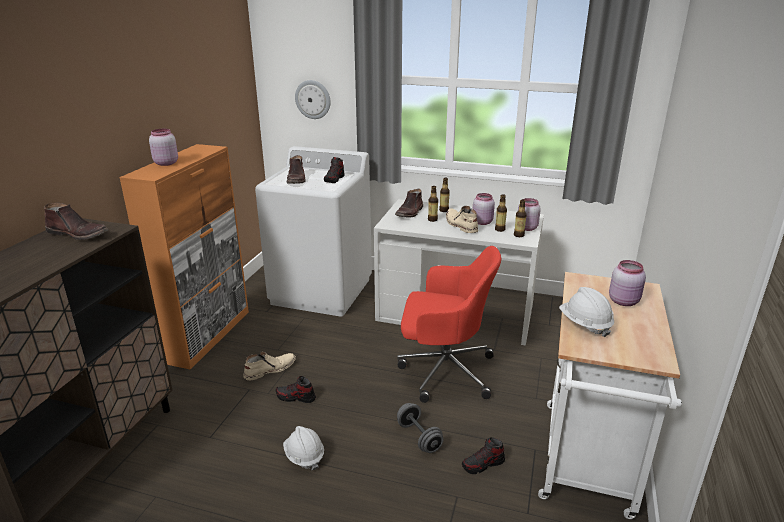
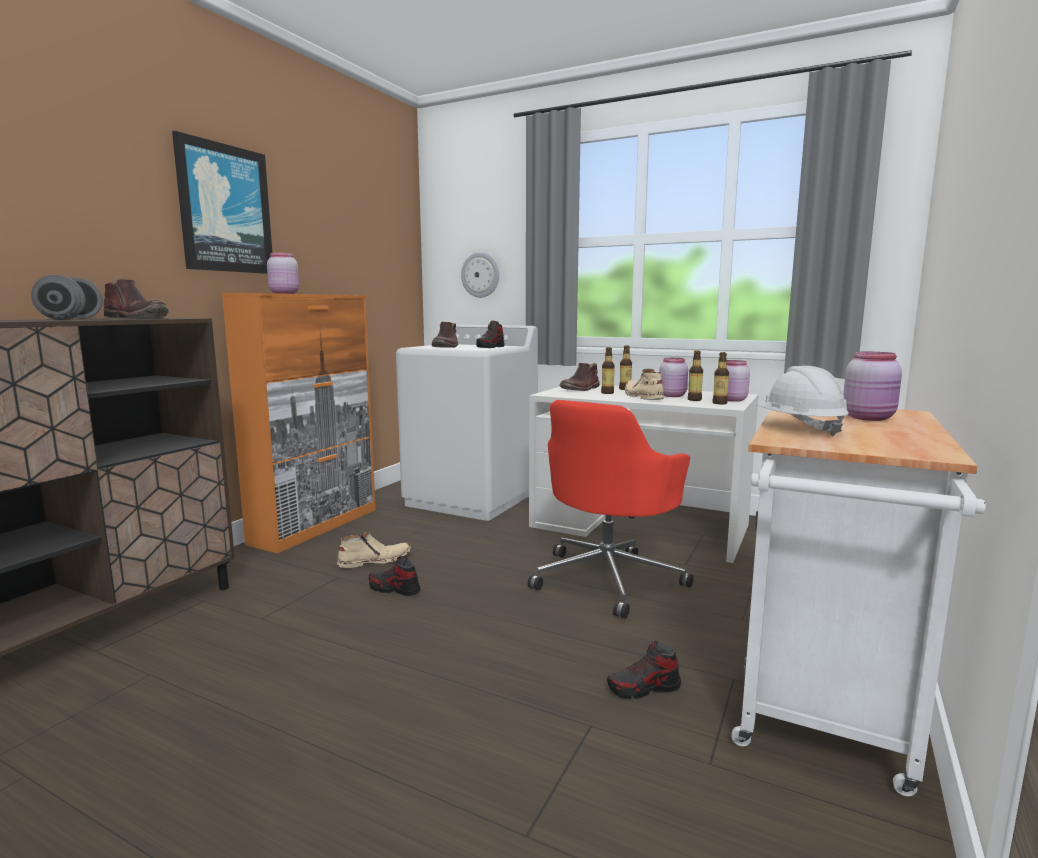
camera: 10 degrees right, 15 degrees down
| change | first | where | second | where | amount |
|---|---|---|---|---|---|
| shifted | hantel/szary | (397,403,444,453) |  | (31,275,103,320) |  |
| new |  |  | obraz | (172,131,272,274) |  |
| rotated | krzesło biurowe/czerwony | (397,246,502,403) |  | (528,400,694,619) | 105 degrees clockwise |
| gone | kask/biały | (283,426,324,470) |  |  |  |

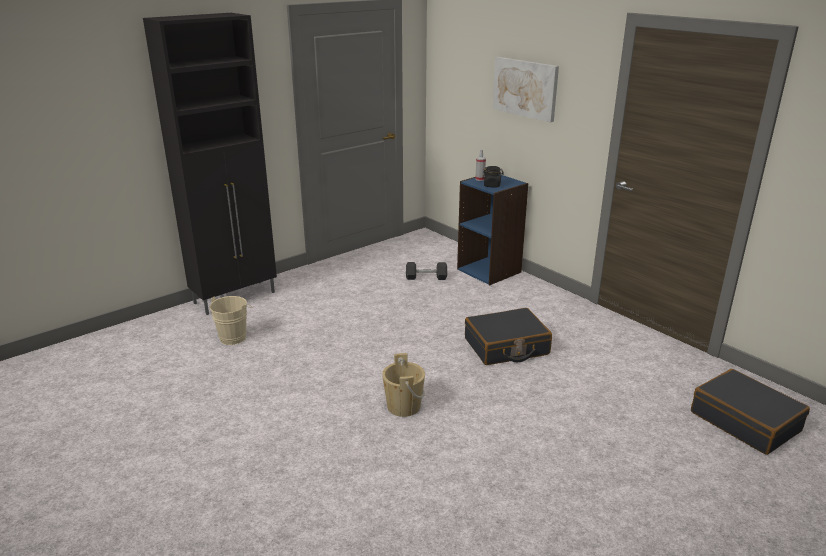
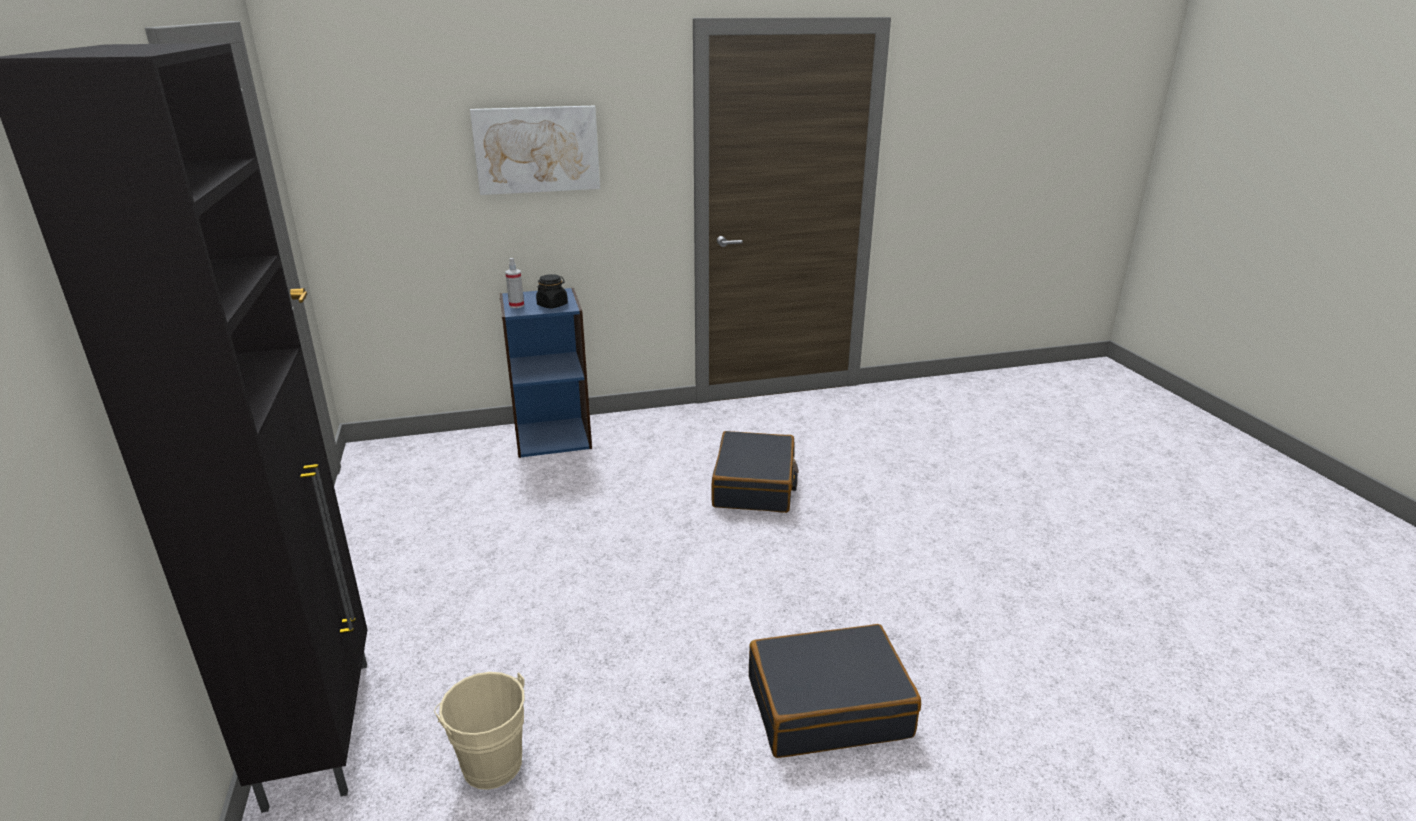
camera: 65 degrees left, 0 degrees up
| change | first | where | second | where | amount |
|---|---|---|---|---|---|
| shifted | walizka/czarny | (691,369,810,455) |  | (749,624,921,758) |  |
| gone | wiadro/beżowy | (382,353,425,417) |  |  |  |
| gone | hantel/czarny | (406,262,447,280) |  |  |  |

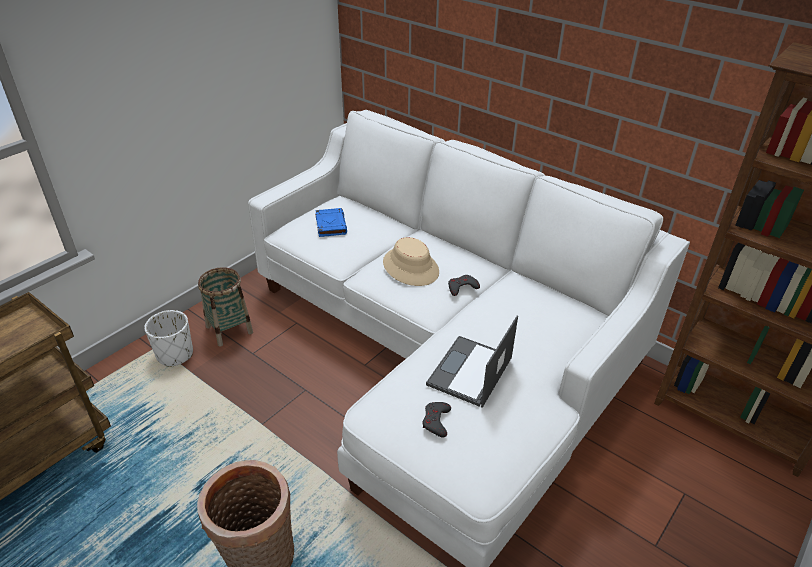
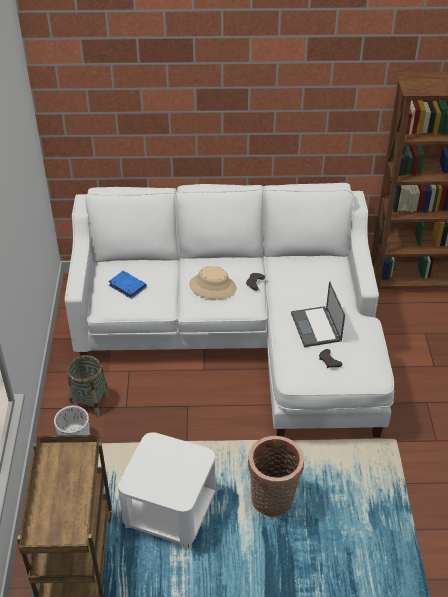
camera: 40 degrees left, 5 degrees up
| change | first | where | second | where | amount |
|---|---|---|---|---|---|
| new |  |  | stolik/biały | (118,432,216,548) |  |

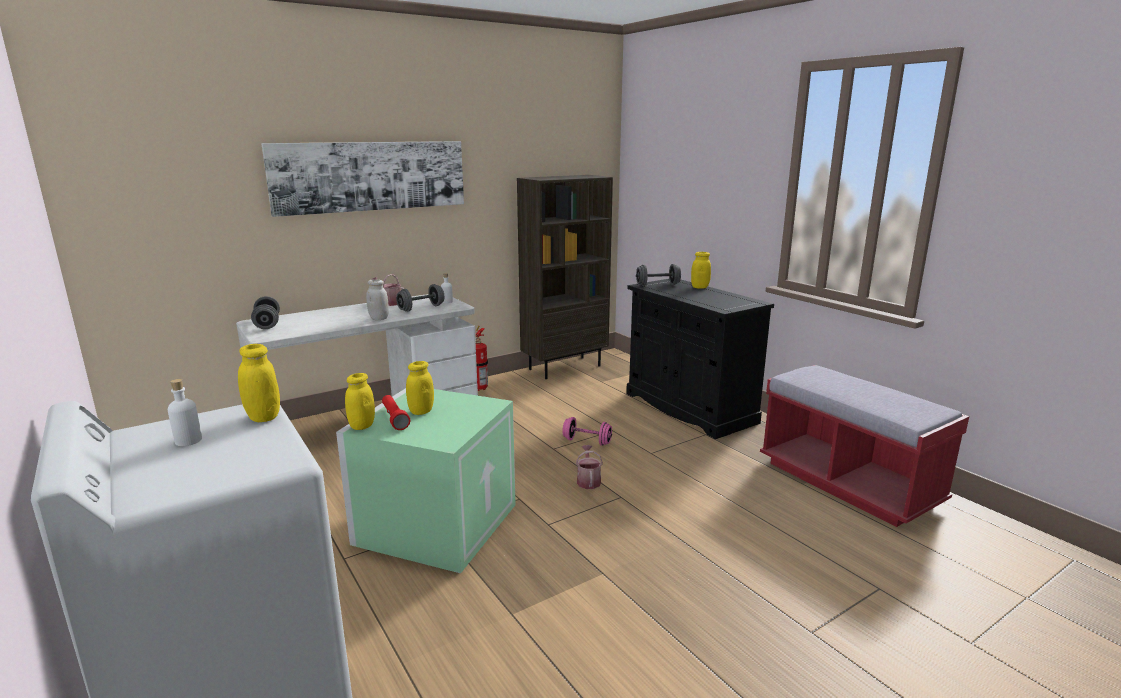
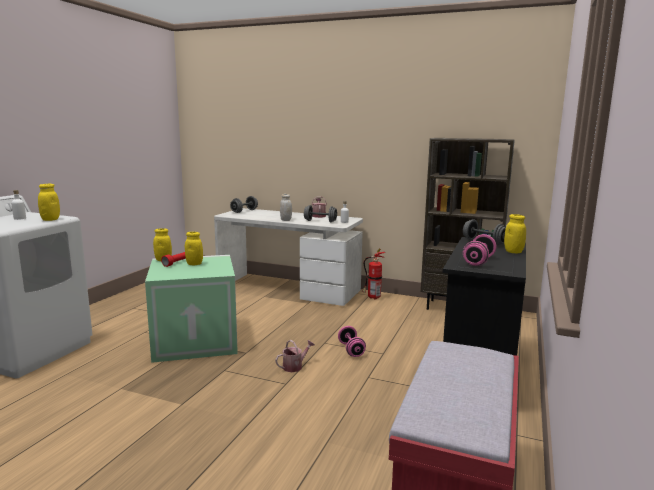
camera: 55 degrees right, 5 degrees down
| change | first | where | second | where | amount |
|---|---|---|---|---|---|
| new |  |  | hantel/różowy | (463,234,496,266) |  |
| gone | obraz | (261,141,464,217) |  |  |  |

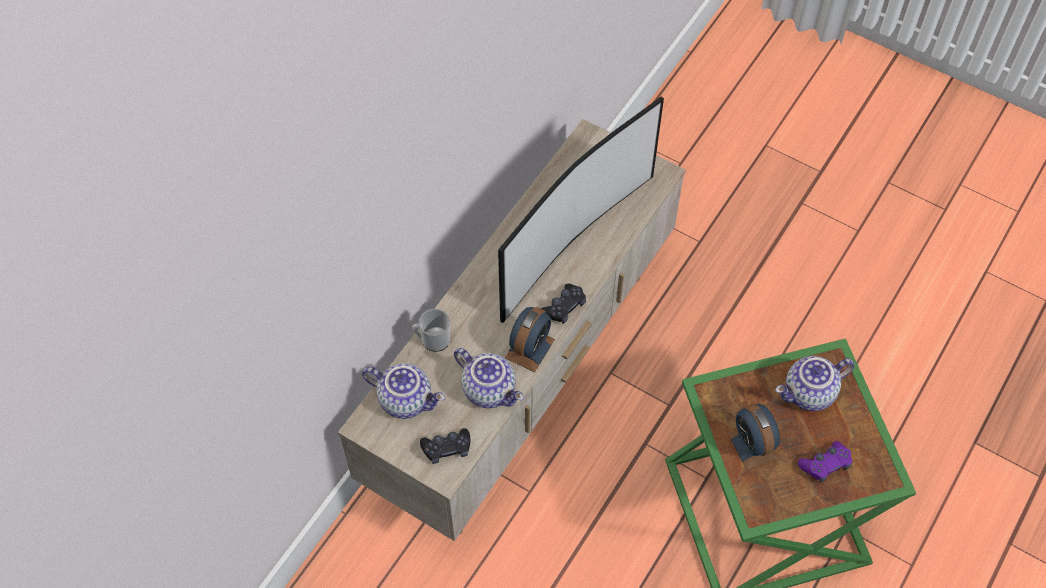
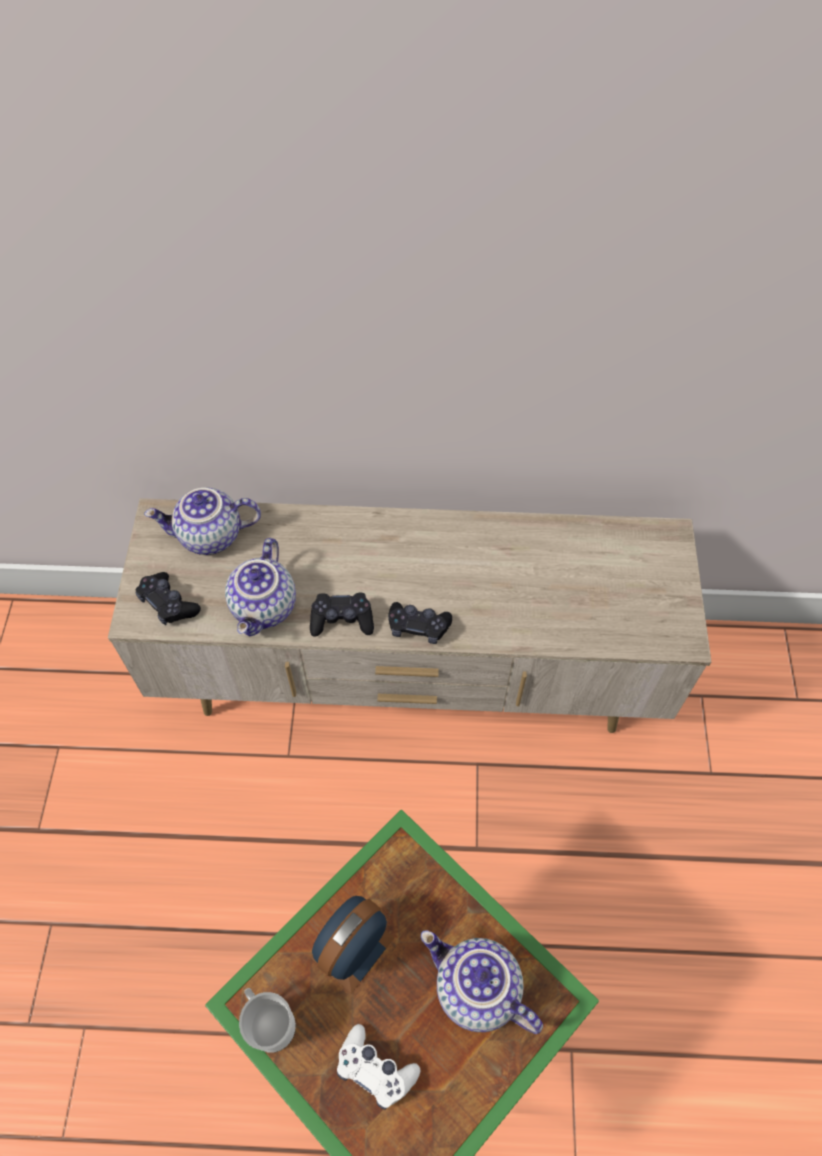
camera: 60 degrees right, 0 degrees up
| change | first | where | second | where | amount |
|---|---|---|---|---|---|
| rotated | imbryk | (362,363,445,419) |  | (144,487,261,555) | 90 degrees clockwise |
| shifted | kubek | (412,309,450,352) |  | (239,988,296,1053) |  |
| swapped | budzik | (505,307,555,372) | pad do gier/czarny | (310,593,374,637) |  |
| repainted | pad do gier/fioletowy | (798,441,852,482) | pad do gier/biały | (337,1024,420,1110) |  |
| gone | telewizor | (498,97,664,323) |  |  |  |

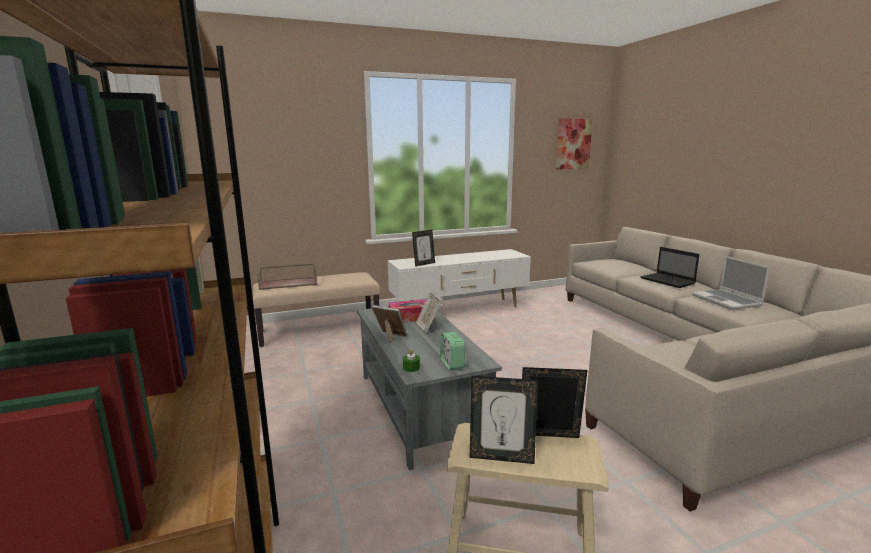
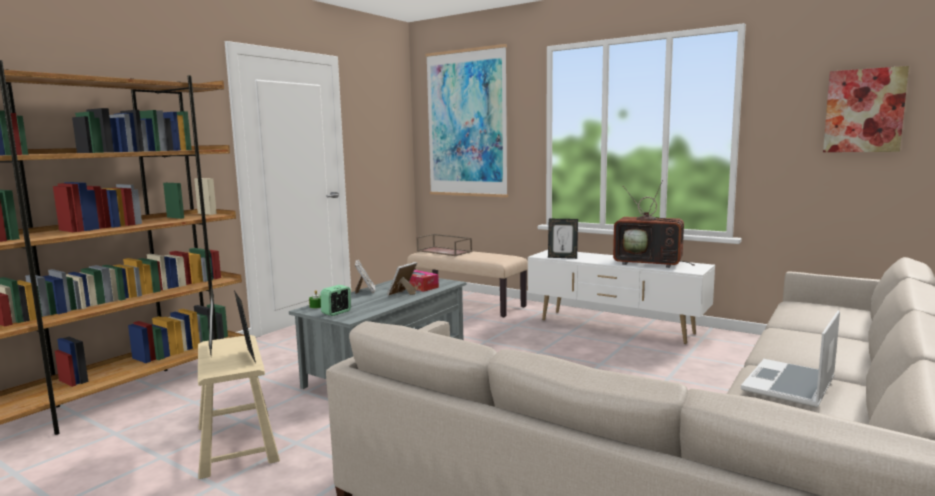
camera: 55 degrees right, 5 degrees down
| change | first | where | second | where | amount |
|---|---|---|---|---|---|
| new |  |  | obraz | (425,44,508,197) |  |
| new |  |  | telewizor | (613,180,695,268) |  |
| gone | laptop | (640,247,700,288) |  |  |  |

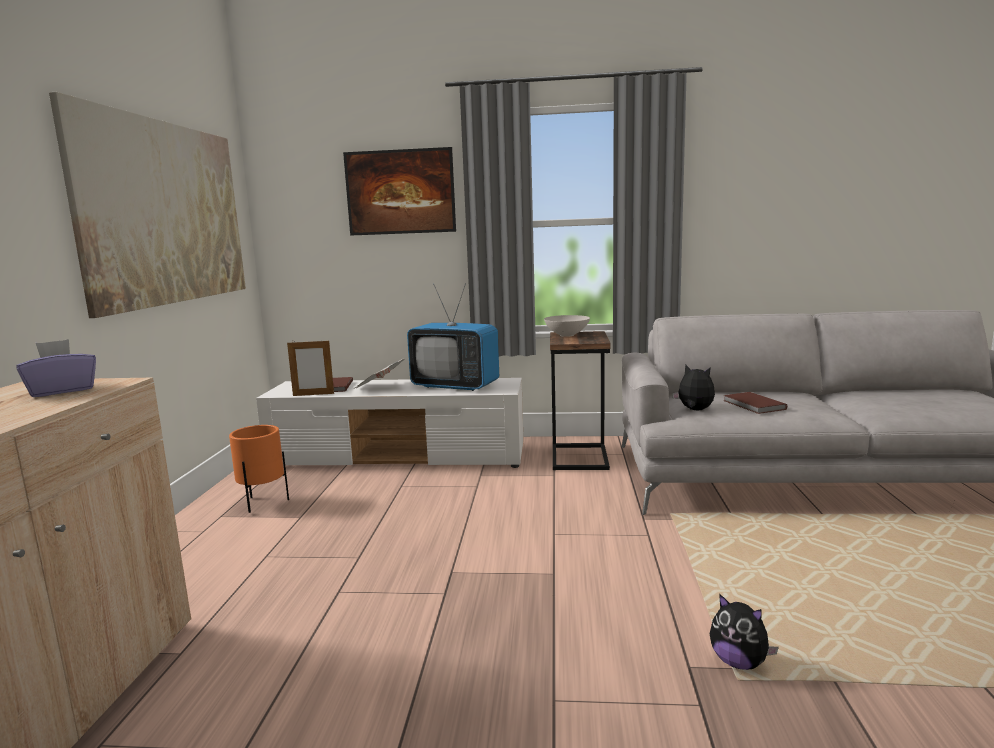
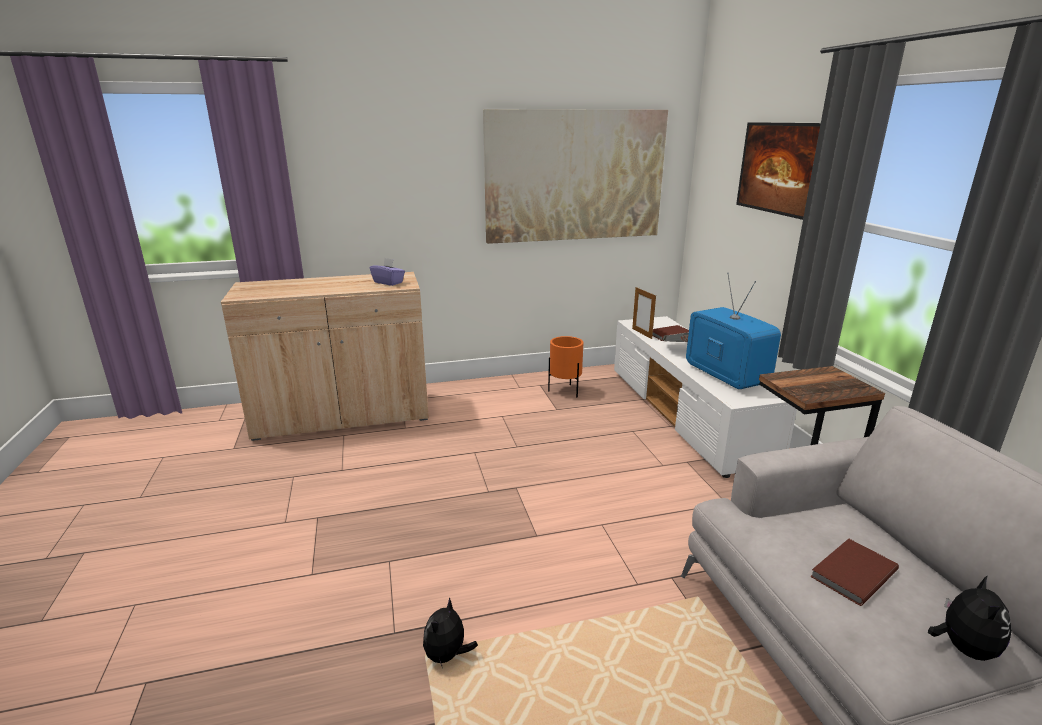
camera: 70 degrees right, 10 degrees up
| change | first | where | second | where | amount |
|---|---|---|---|---|---|
| rotated | telewizor | (407,284,499,391) |  | (686,273,781,389) | 150 degrees clockwise |
| shifted | pluszak | (672,365,715,410) |  | (928,575,1012,661) |  |
| gone | miska/biały | (544,315,590,337) |  |  |  |

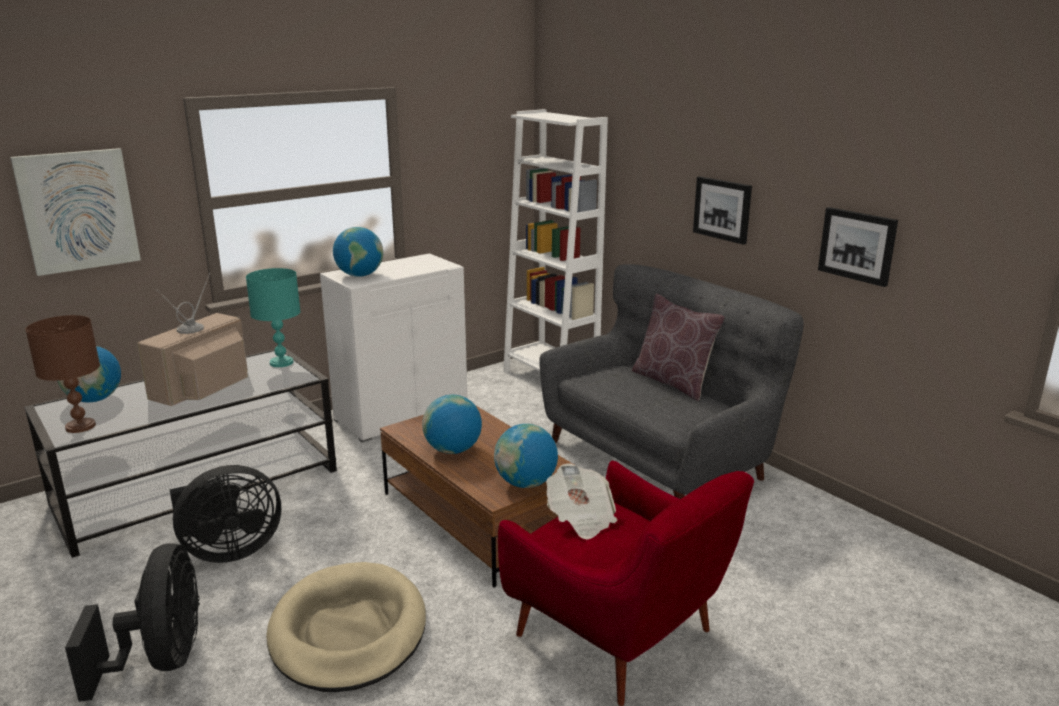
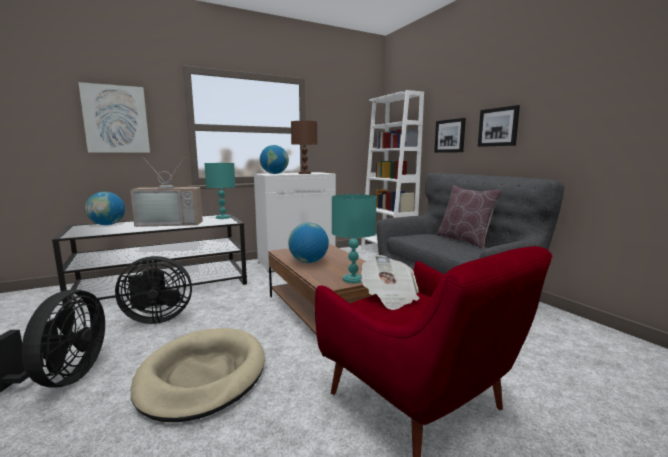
camera: 10 degrees right, 10 degrees down
| change | first | where | second | where | amount |
|---|---|---|---|---|---|
| rotated | telewizor | (137,273,248,406) |  | (130,157,203,227) | 135 degrees counterclockwise |
| shifted | lampa stołowa/brązowy | (26,315,100,433) |  | (291,121,317,174) |  |
| swapped | globus | (494,424,558,488) | lampa stołowa/turkusowy | (332,194,376,283) |  |
| shifted | obraz | (818,207,898,287) |  | (434,118,466,153) |  |

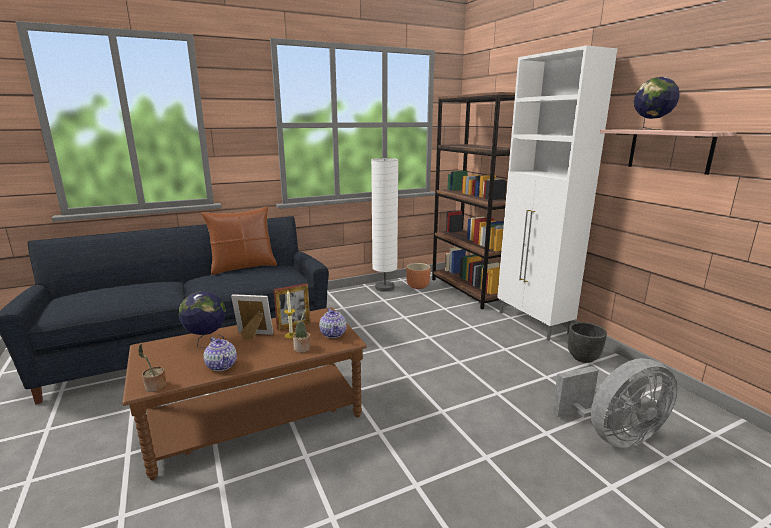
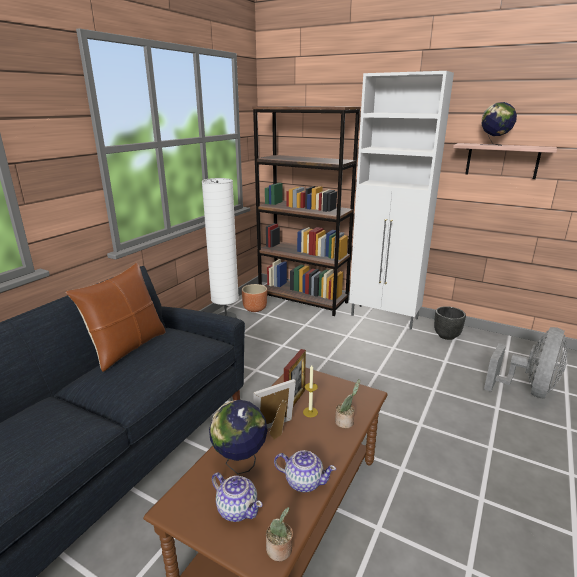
camera: 35 degrees left, 5 degrees up
| change | first | where | second | where | amount |
|---|---|---|---|---|---|
| shifted | imbryk | (319,308,346,338) |  | (212,472,263,522) |  |

